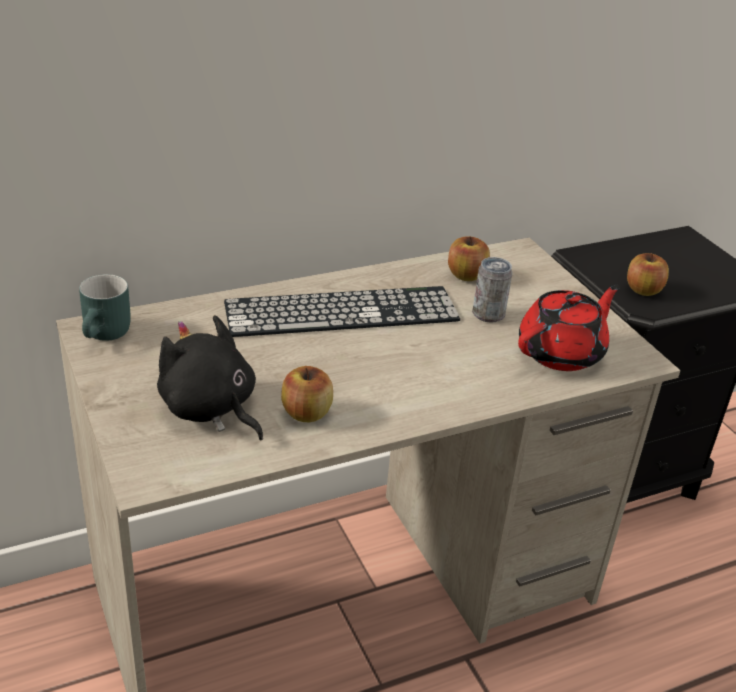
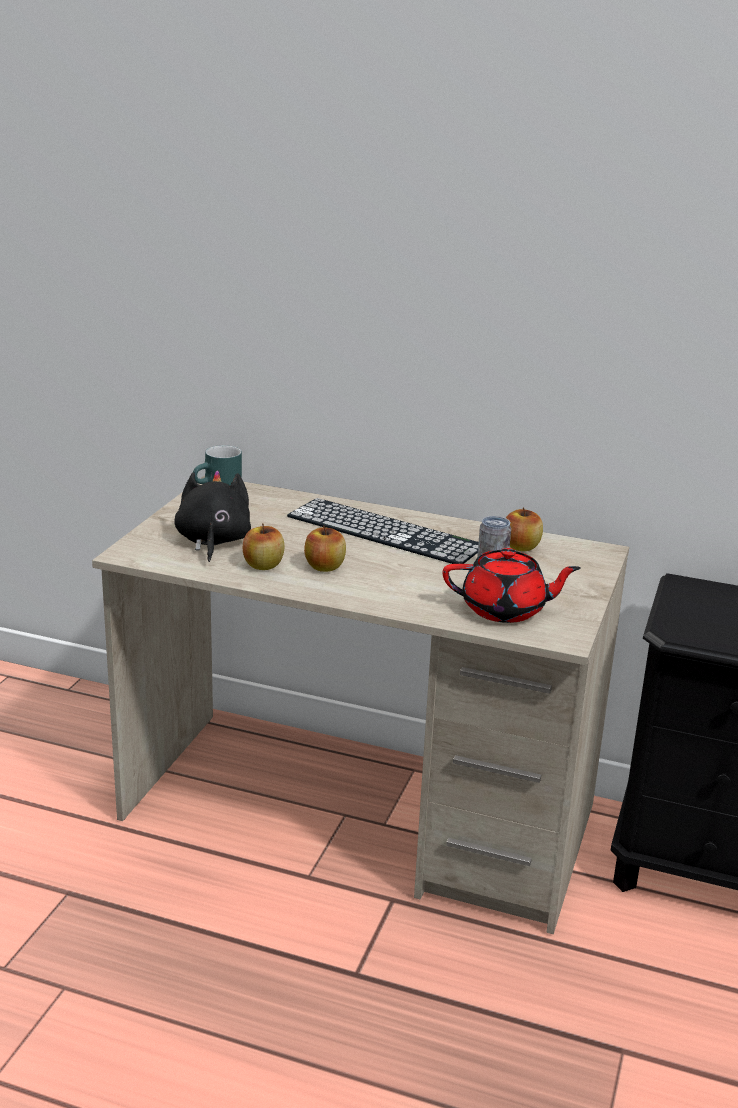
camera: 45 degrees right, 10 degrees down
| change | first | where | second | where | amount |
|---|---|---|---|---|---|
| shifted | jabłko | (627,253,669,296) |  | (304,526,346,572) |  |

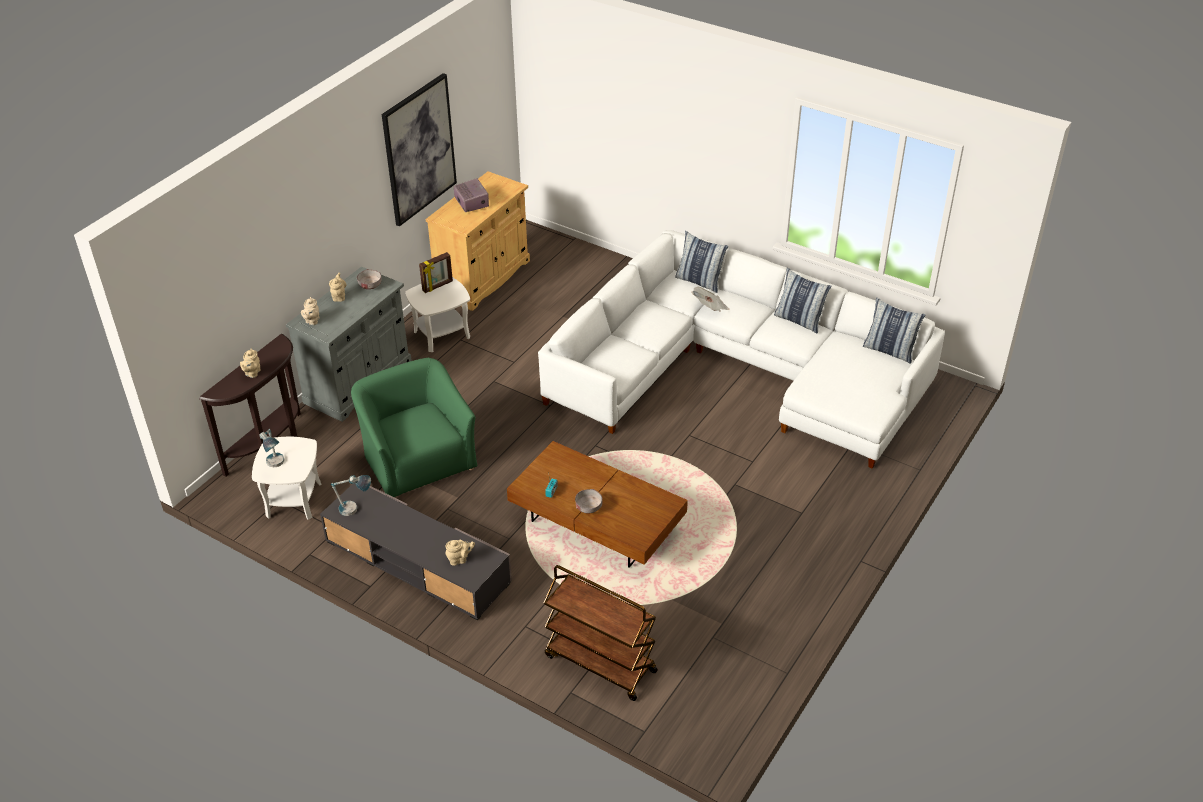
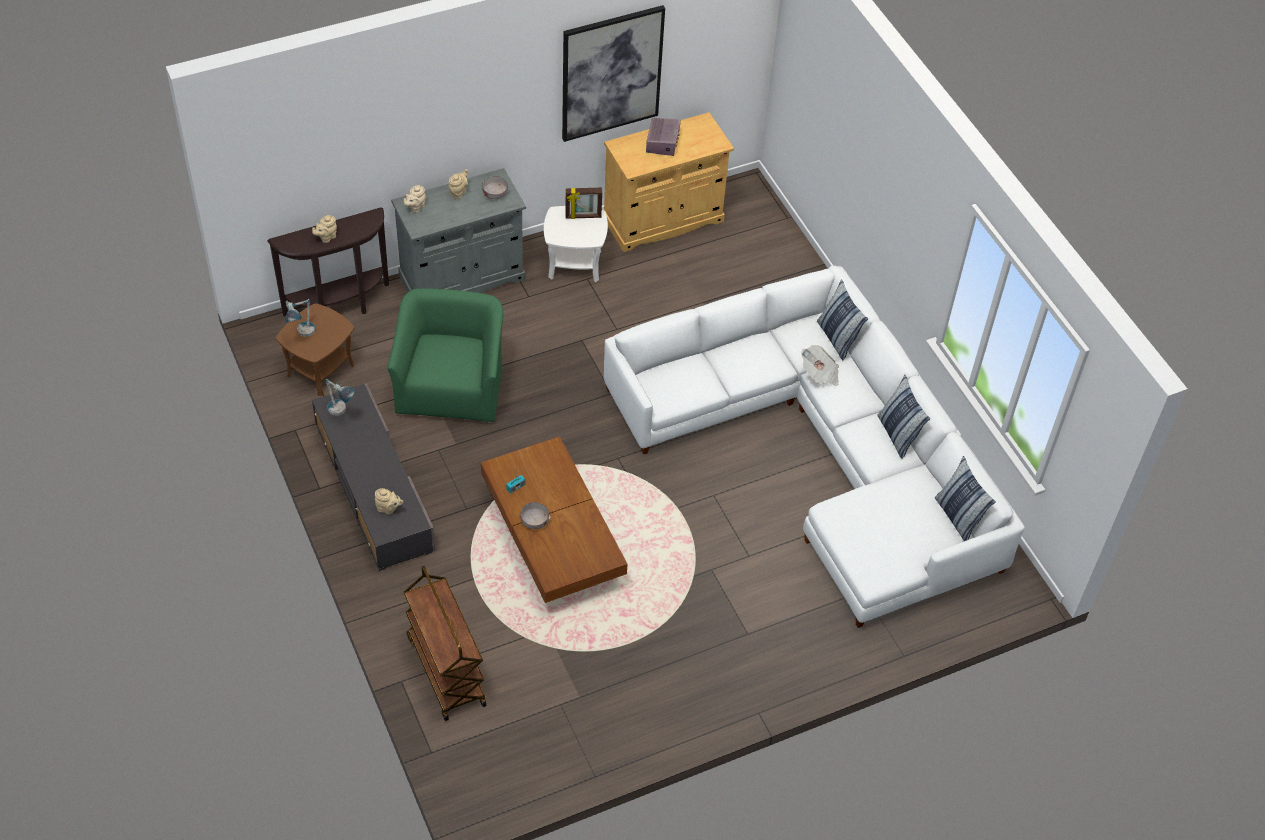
camera: 30 degrees right, 10 degrees up
| change | first | where | second | where | amount |
|---|---|---|---|---|---|
| repainted | stolik/biały | (252,437,322,520) | stolik/brązowy | (276,304,354,396) |  |

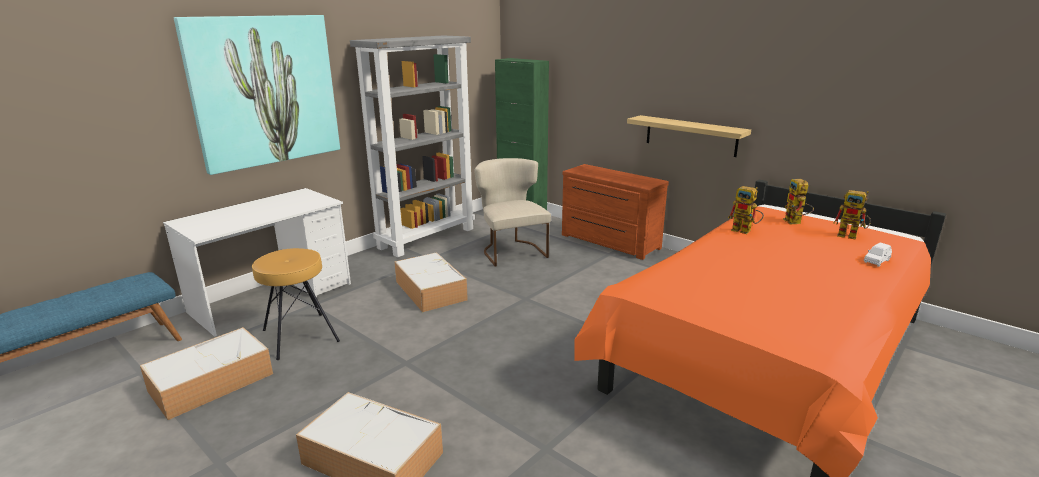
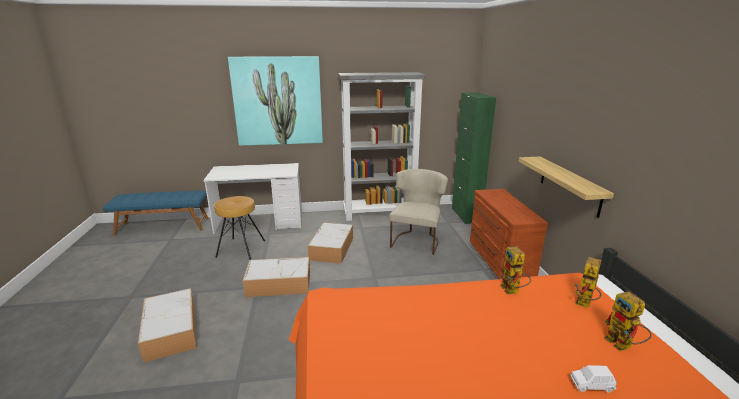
camera: 40 degrees right, 0 degrees up
| change | first | where | second | where | amount |
|---|---|---|---|---|---|
| shifted | pojemnik do przechowywania | (140,327,273,420) |  | (243,257,310,297) |  |

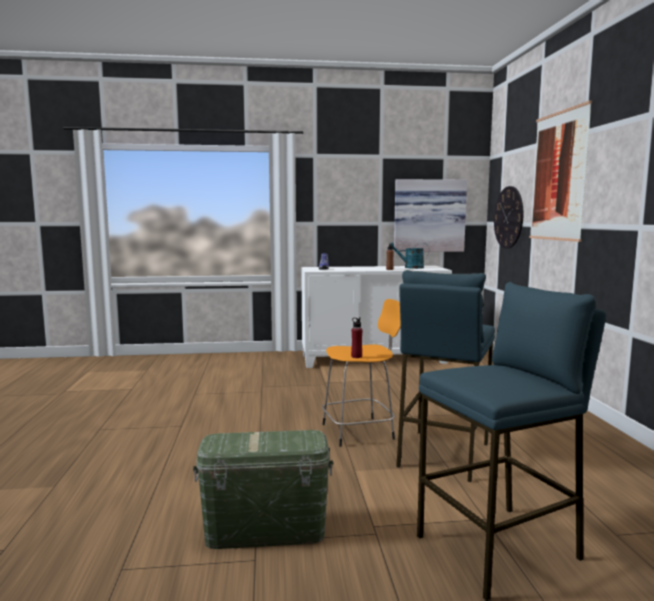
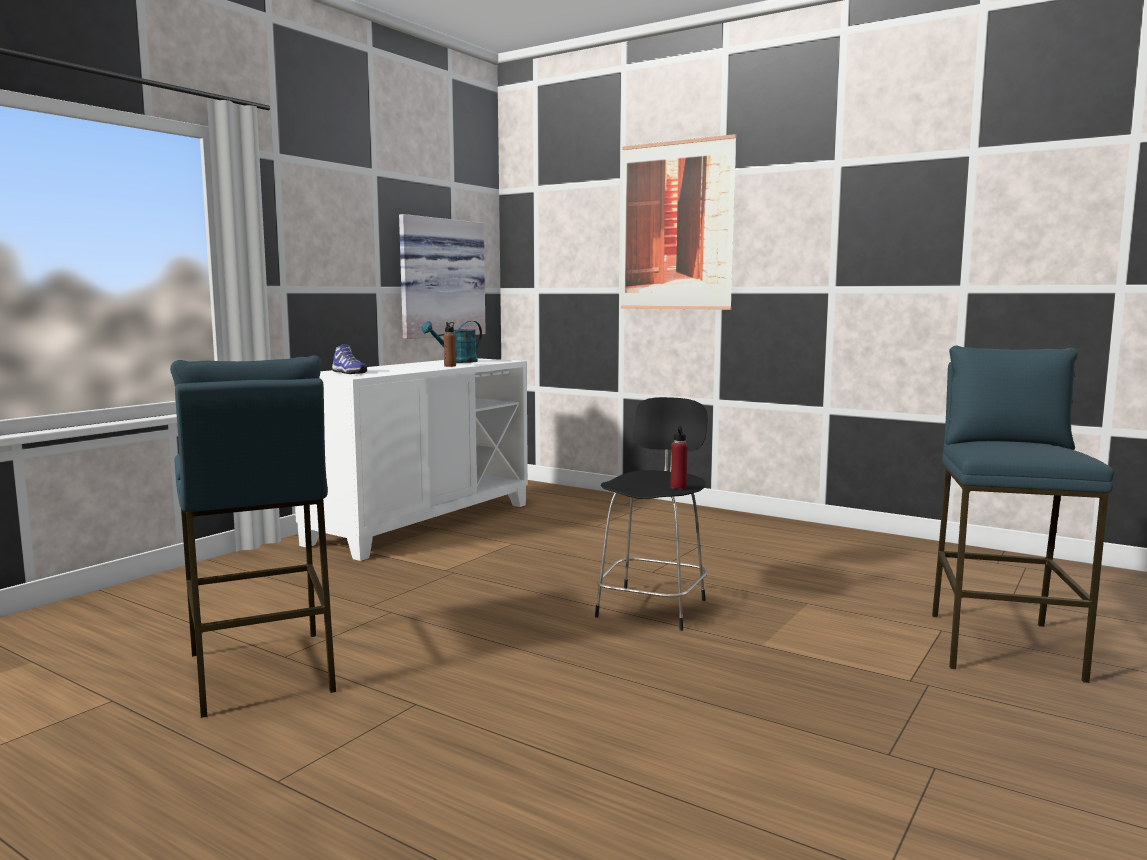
camera: 50 degrees left, 0 degrees up
| change | first | where | second | where | amount |
|---|---|---|---|---|---|
| shifted | stołek/niebieski | (396,270,495,482) |  | (170,355,336,718) |  |
| repainted | stołek/pomarańczowy | (322,299,401,447) | stołek/czarny | (595,397,708,631) |  |
| gone | pojemnik do przechowywania/zielony | (193,430,333,549) |  |  |  |
| gone | zegar ścienny | (494,186,524,249) |  |  |  |

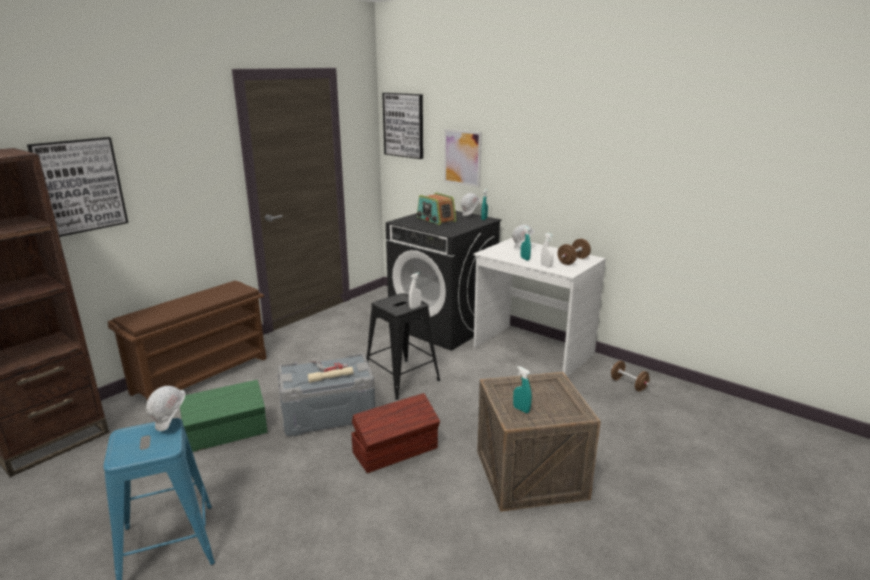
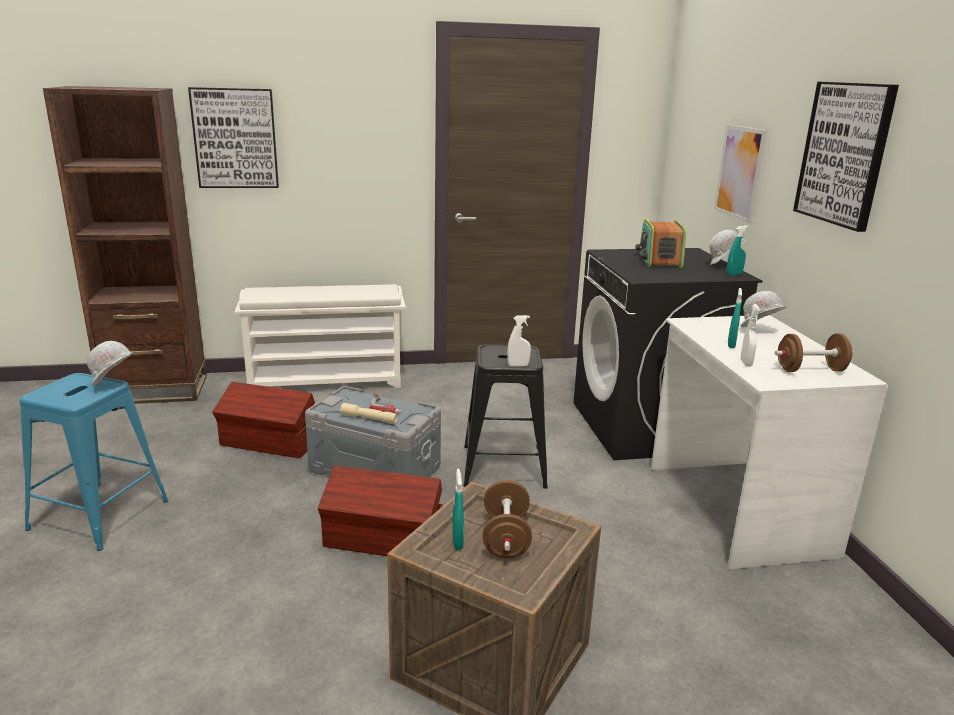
camera: 40 degrees right, 0 degrees up
| change | first | where | second | where | amount |
|---|---|---|---|---|---|
| repainted | pojemnik do przechowywania/zielony | (180,380,267,452) | pojemnik do przechowywania/brązowy | (212,382,315,458) |  |
| repainted | regał na buty/brązowy | (107,281,267,400) | regał na buty/biały | (235,284,406,388) |  |
| shifted | hantel/brązowy | (611,361,650,391) |  | (483,480,532,558) |  |
| shifted | obraz | (382,93,423,159) |  | (793,82,899,232) |  |

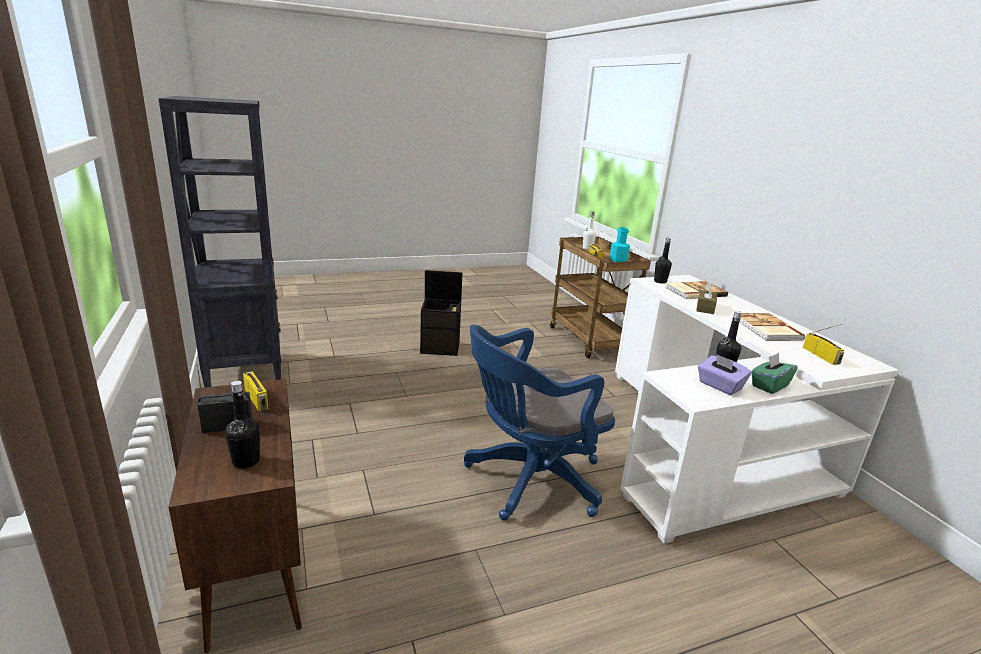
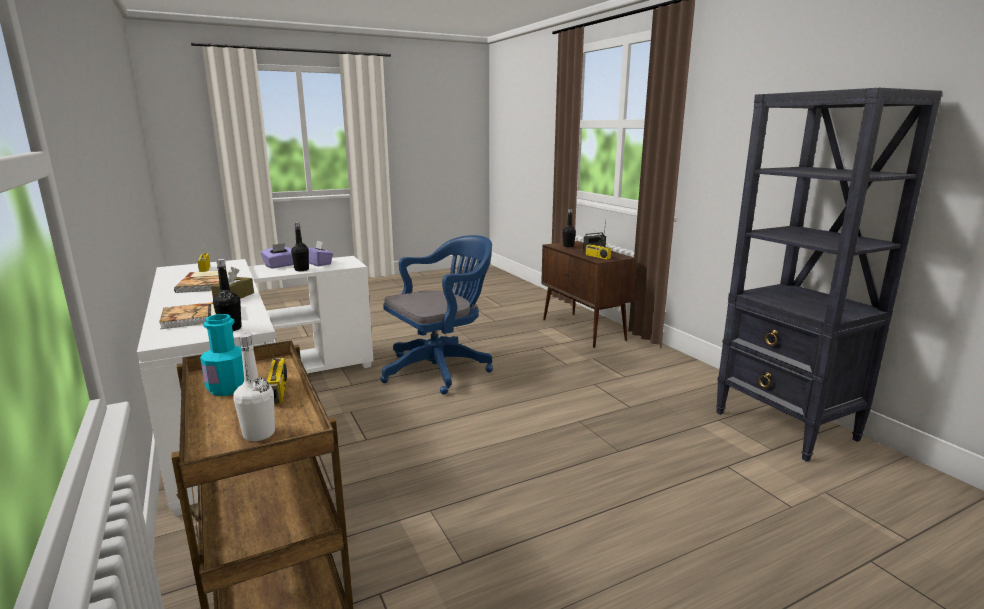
camera: 175 degrees right, 5 degrees down
| change | first | where | second | where | amount |
|---|---|---|---|---|---|
| repainted | pudełko chusteczek/zielony | (751,353,798,394) | pudełko chusteczek/fioletowy | (261,243,294,269) |  |
| gone | pojemnik do przechowywania/czarny | (420,270,462,356) |  |  |  |

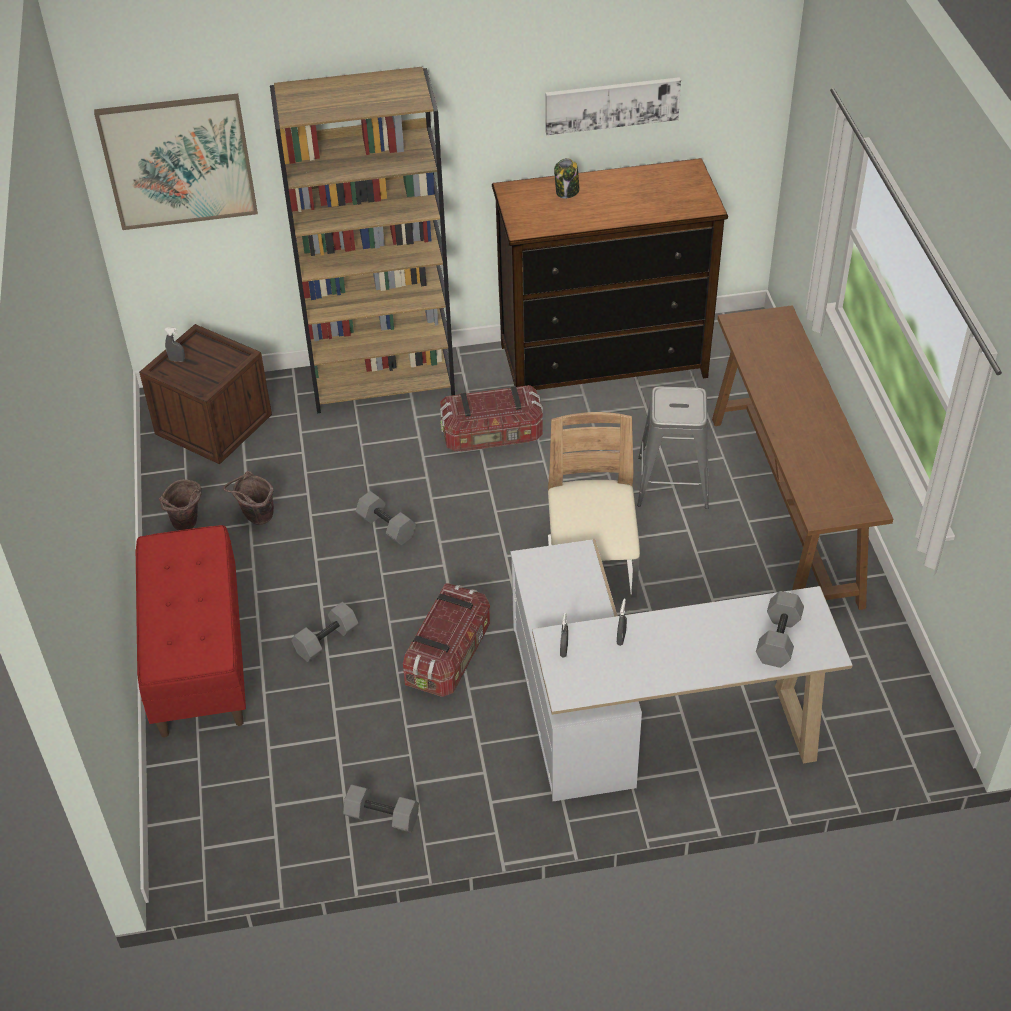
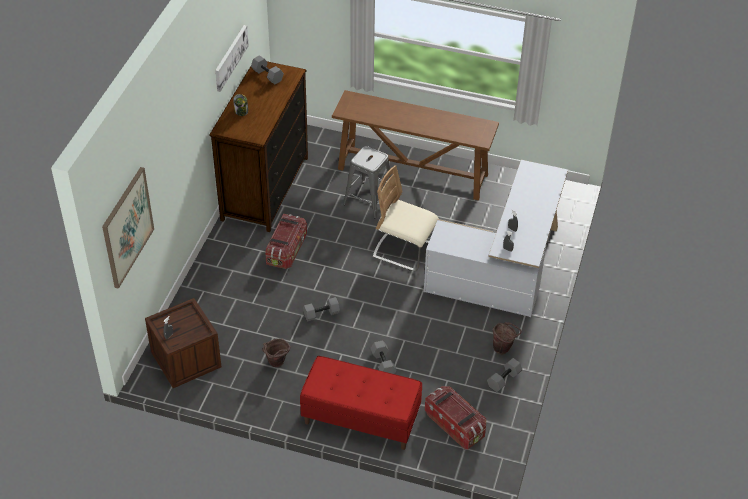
camera: 65 degrees left, 0 degrees up
| change | first | where | second | where | amount |
|---|---|---|---|---|---|
| shifted | hantel/szary | (756,591,804,668) |  | (251,55,284,84) |  |
| shifted | pojemnik do przechowywania | (403,583,490,697) |  | (425,386,486,449) |  |
| shifted | wiadro/brązowy | (159,479,202,530) |  | (492,322,522,354) |  |
| gone | regał/brązowy | (270,67,455,413) |  |  |  |

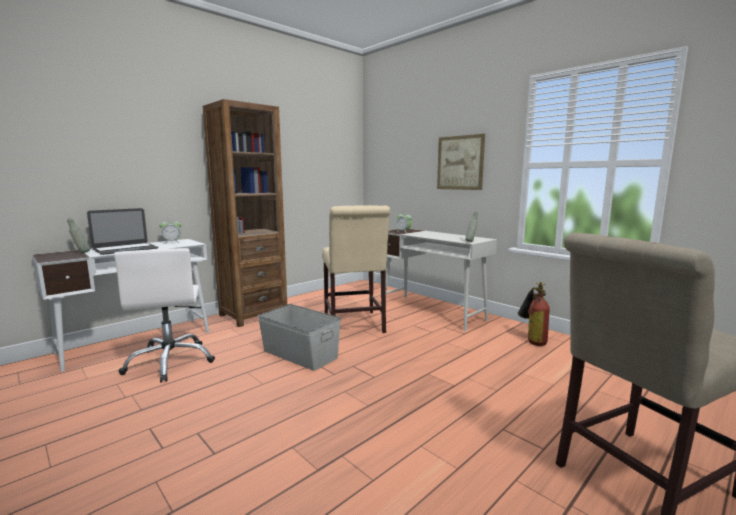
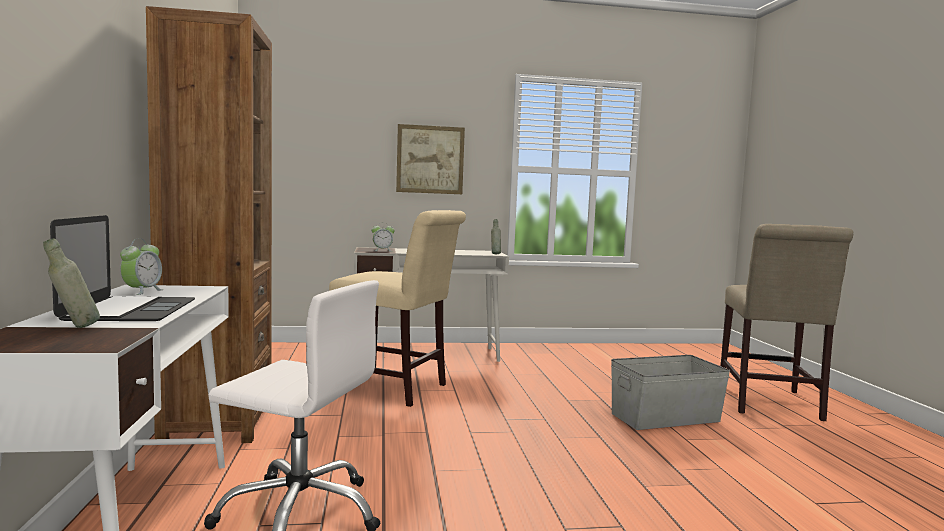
camera: 55 degrees left, 5 degrees down
| change | first | where | second | where | amount |
|---|---|---|---|---|---|
| shifted | pojemnik do przechowywania/szary | (258,304,341,371) |  | (611,355,730,430) |  |
| gone | gaśnica | (518,282,550,346) |  |  |  |

